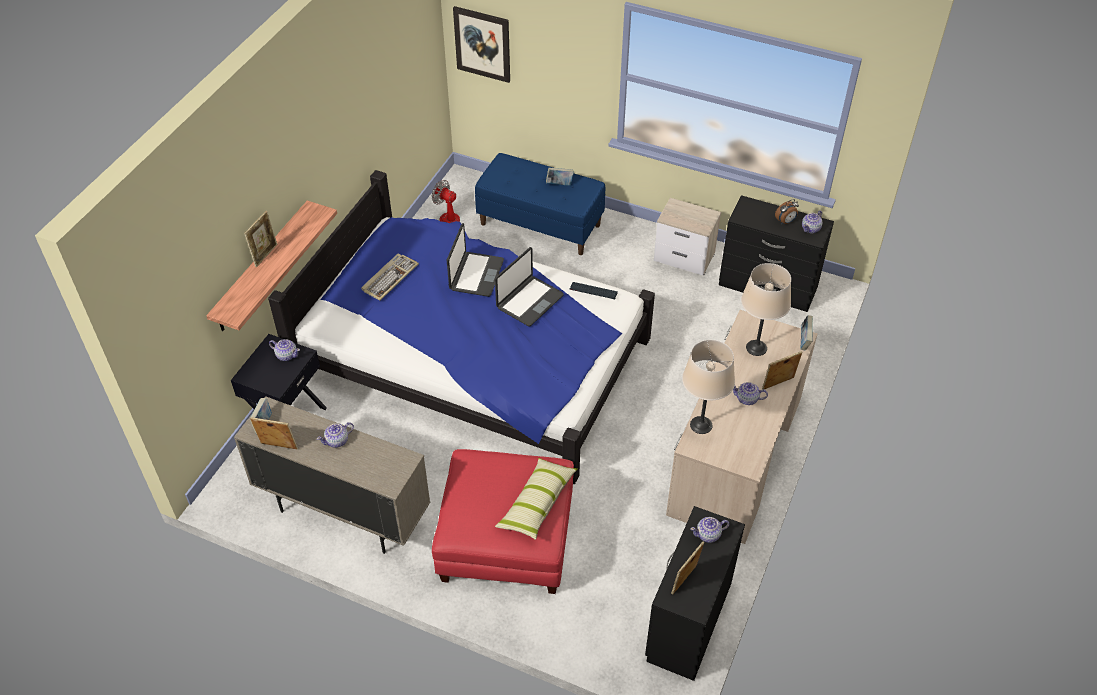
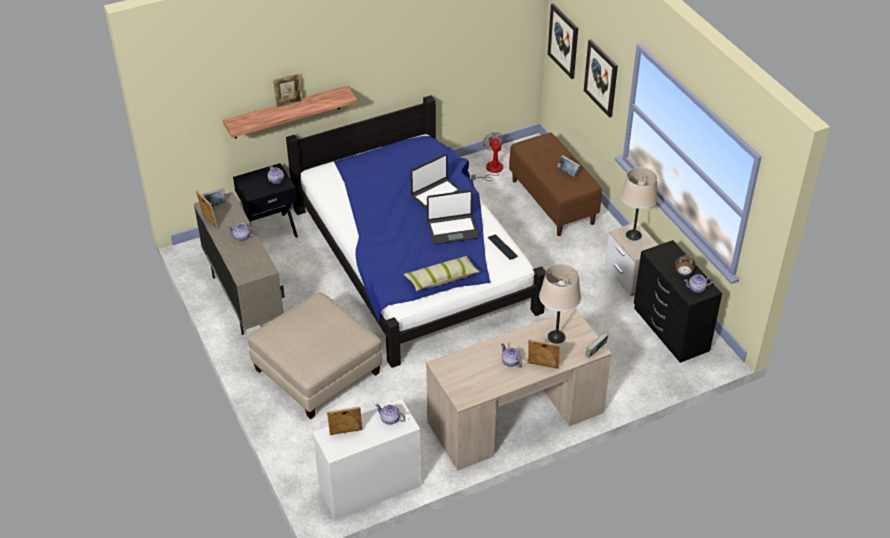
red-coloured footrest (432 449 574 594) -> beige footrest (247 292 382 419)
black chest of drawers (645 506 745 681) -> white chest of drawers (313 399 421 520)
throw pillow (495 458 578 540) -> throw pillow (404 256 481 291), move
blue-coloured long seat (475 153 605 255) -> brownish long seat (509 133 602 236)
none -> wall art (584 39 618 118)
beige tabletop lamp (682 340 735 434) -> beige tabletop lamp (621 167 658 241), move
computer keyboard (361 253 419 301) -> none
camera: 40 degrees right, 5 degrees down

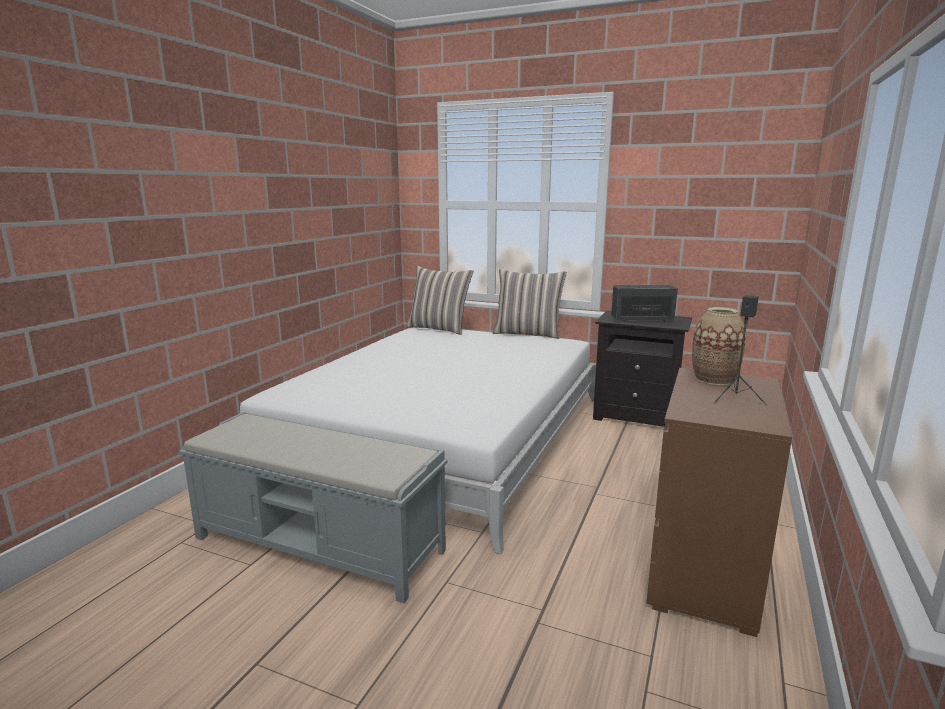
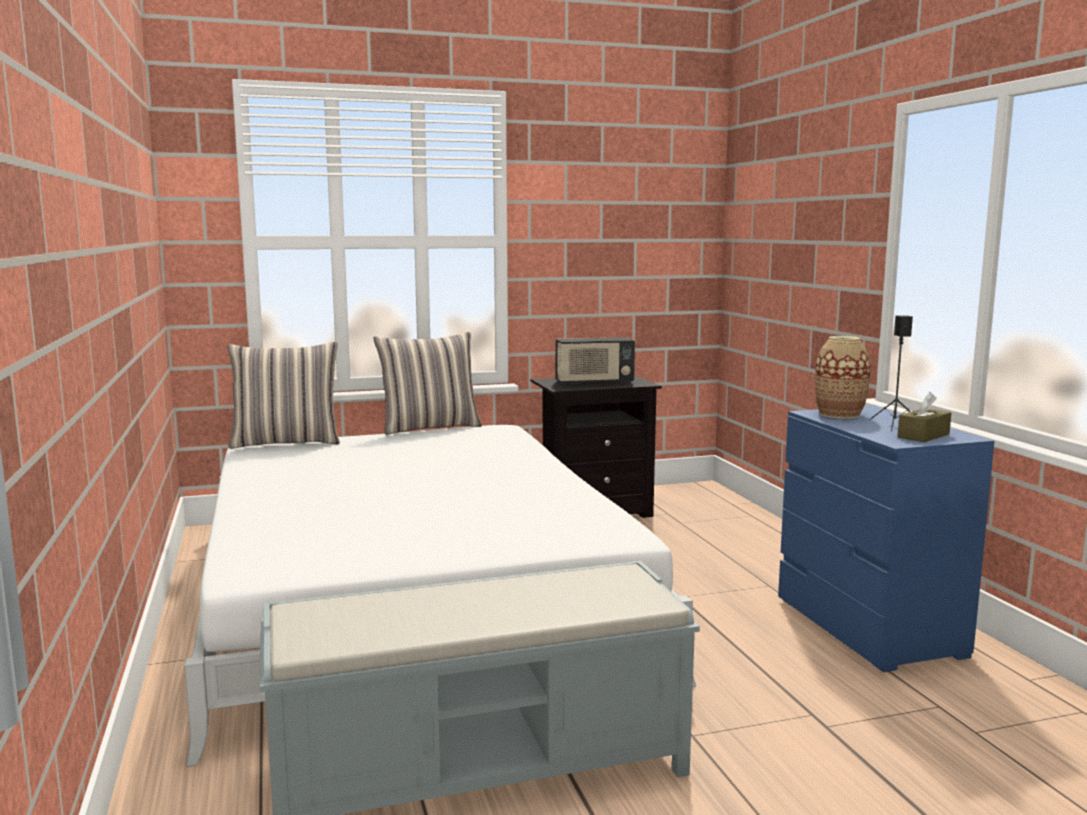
radio receiver (611 285 678 322) -> radio receiver (556 337 635 385), 150 degrees counterclockwise
brownish chest of drawers (646 368 792 637) -> blue-coloured chest of drawers (778 406 994 672)
none -> brownish box of tissues (897 392 951 442)
camera: 40 degrees left, 5 degrees down

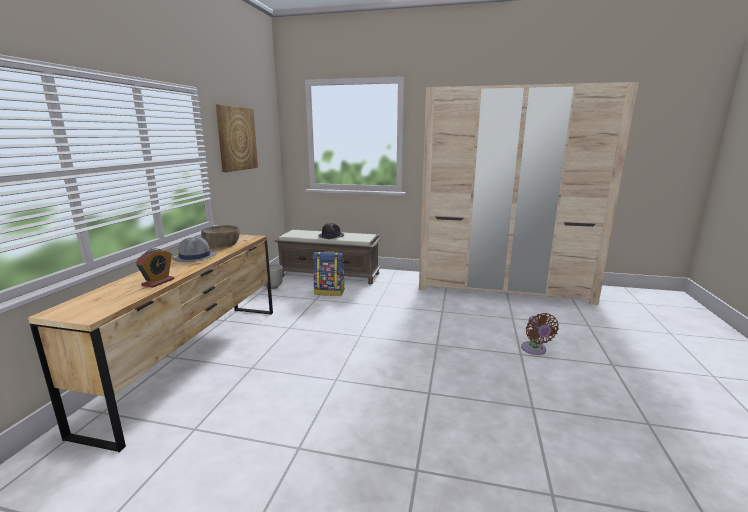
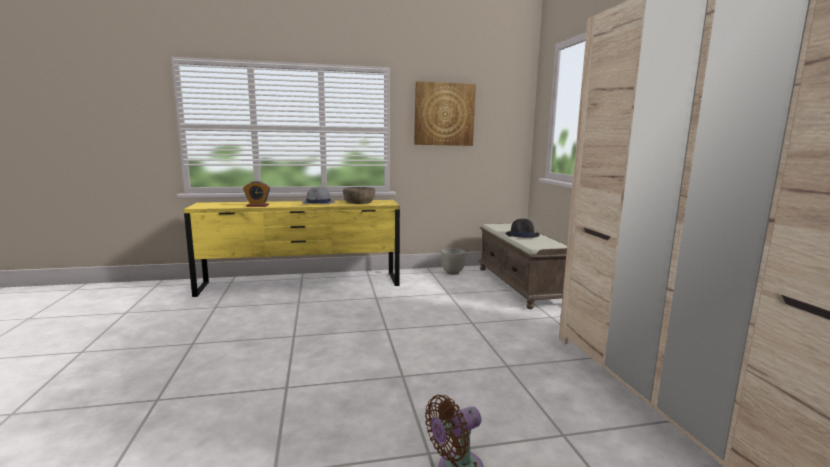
brownish chest of drawers (28 234 273 452) -> yellow-coloured chest of drawers (184 200 400 297)
knapsack (313 251 345 296) -> none
camera: 65 degrees right, 5 degrees down

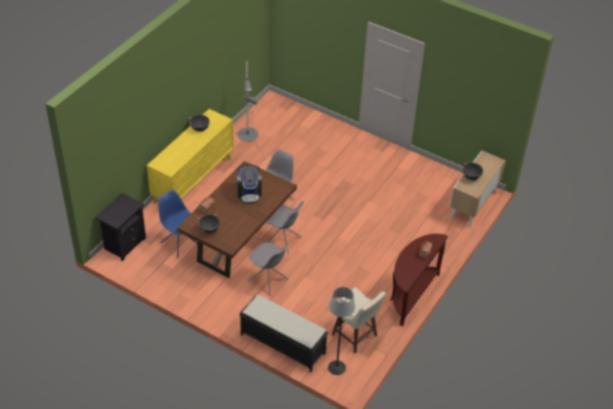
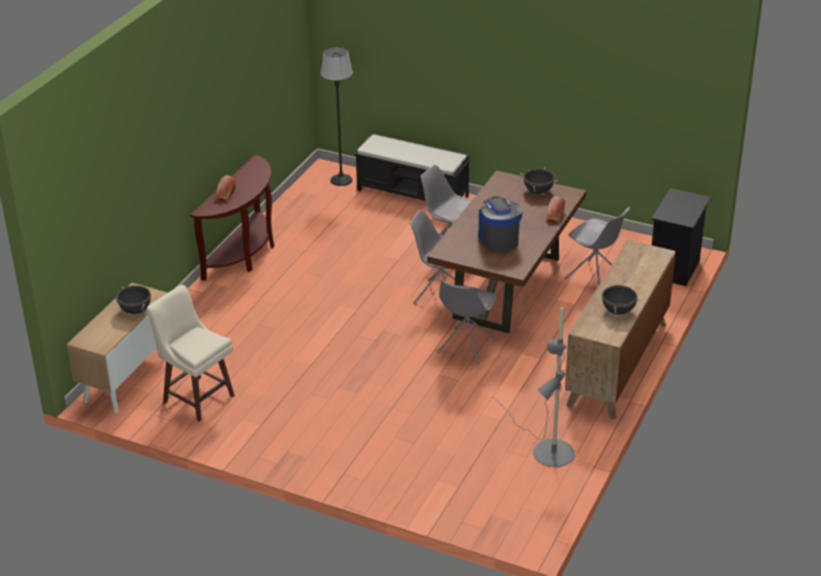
beige stool seat (332 287 386 353) -> beige stool seat (147 285 235 422), move
blue-coloured plain chair (158 190 198 258) -> gray plain chair (565 207 630 286)
yellow-coloured chest of drawers (147 109 234 204) -> brownish chest of drawers (565 240 676 420)
camera: 175 degrees right, 10 degrees down

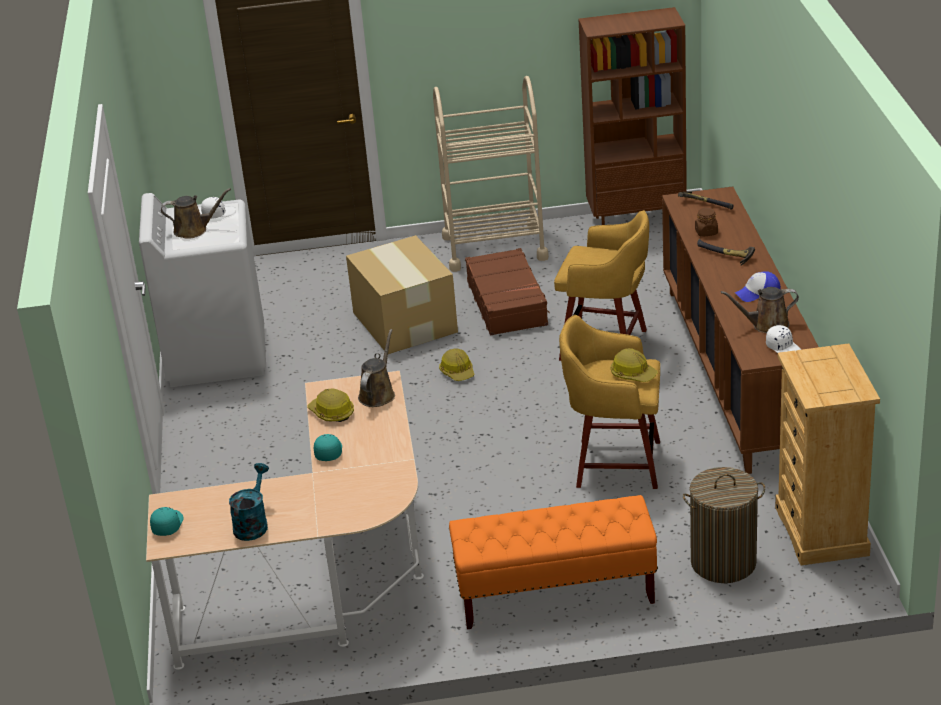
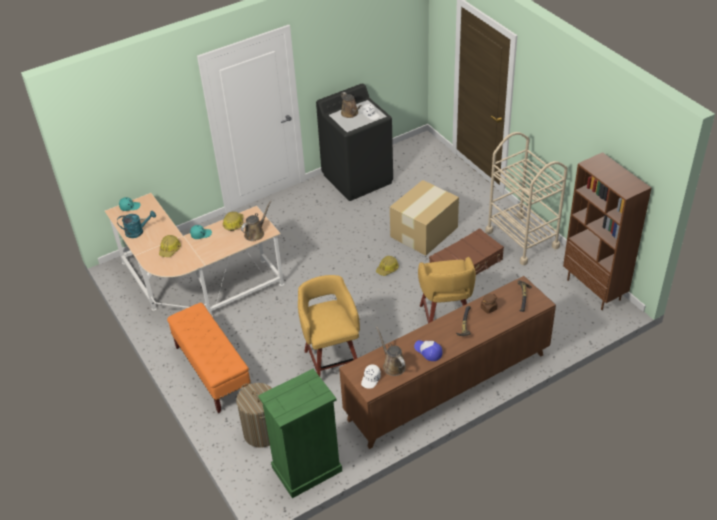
work helmet (611 348 658 382) -> work helmet (159 235 181 257), move
brownish sprinkling can (358 329 395 407) -> brownish sprinkling can (241 201 272 241), 45 degrees counterclockwise
beige chest of drawers (775 343 880 566) -> greenish chest of drawers (258 369 342 498)
white laundry machine (139 193 266 387) -> black laundry machine (316 84 393 201)
camera: 65 degrees right, 10 degrees up

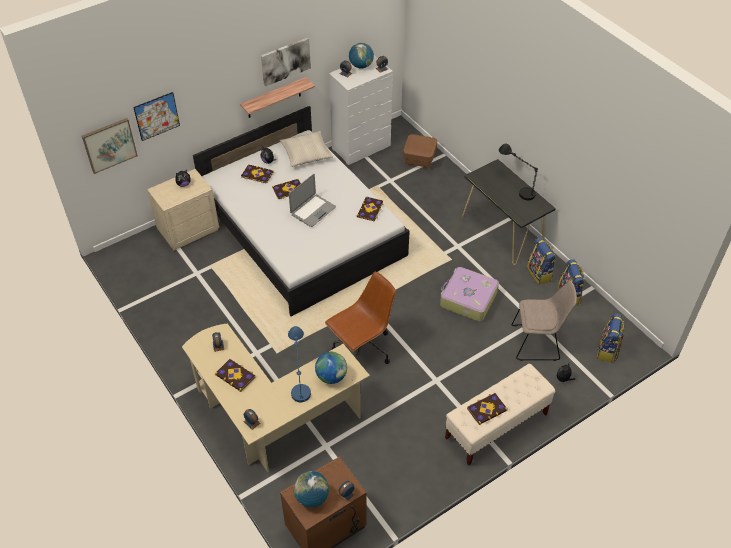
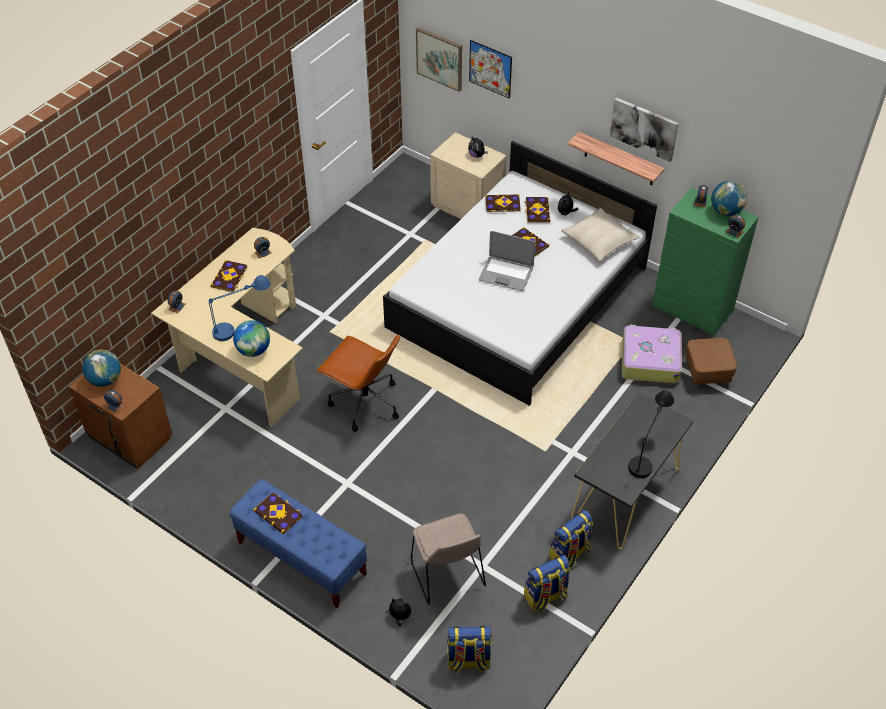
beige long seat (445 364 555 466) -> blue-coloured long seat (229 479 367 608)
bound book (357 197 383 221) -> bound book (485 194 521 212), move
piece of luggage (440 267 499 322) -> piece of luggage (622 325 682 383), move
white chest of drawers (329 55 393 165) -> greenish chest of drawers (652 188 759 335)
camera: 70 degrees right, 0 degrees up

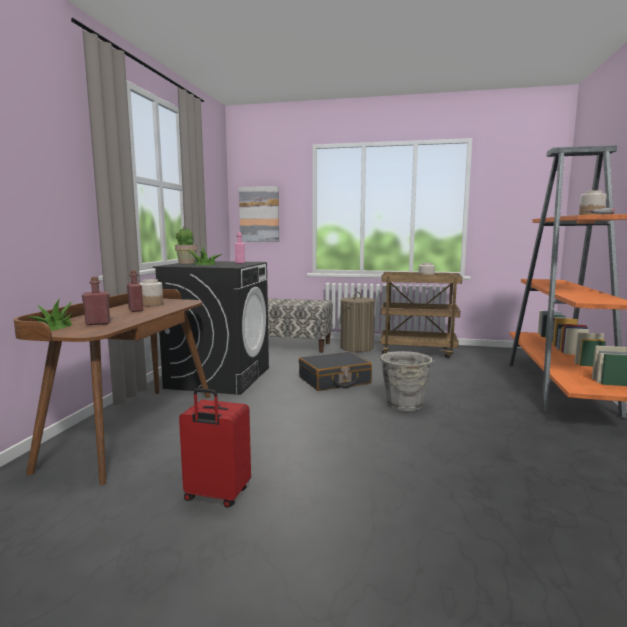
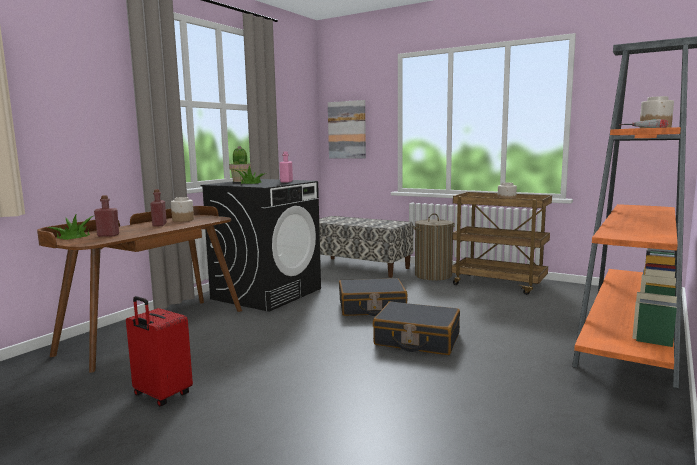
gray pail (379 351 435 411) -> black piece of luggage (373 301 460 355)
camera: 20 degrees right, 0 degrees up

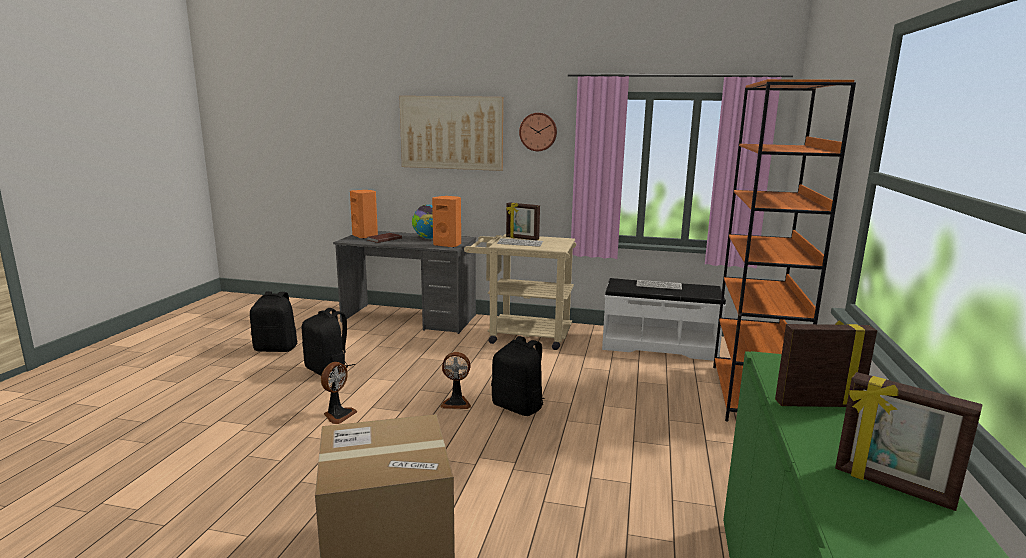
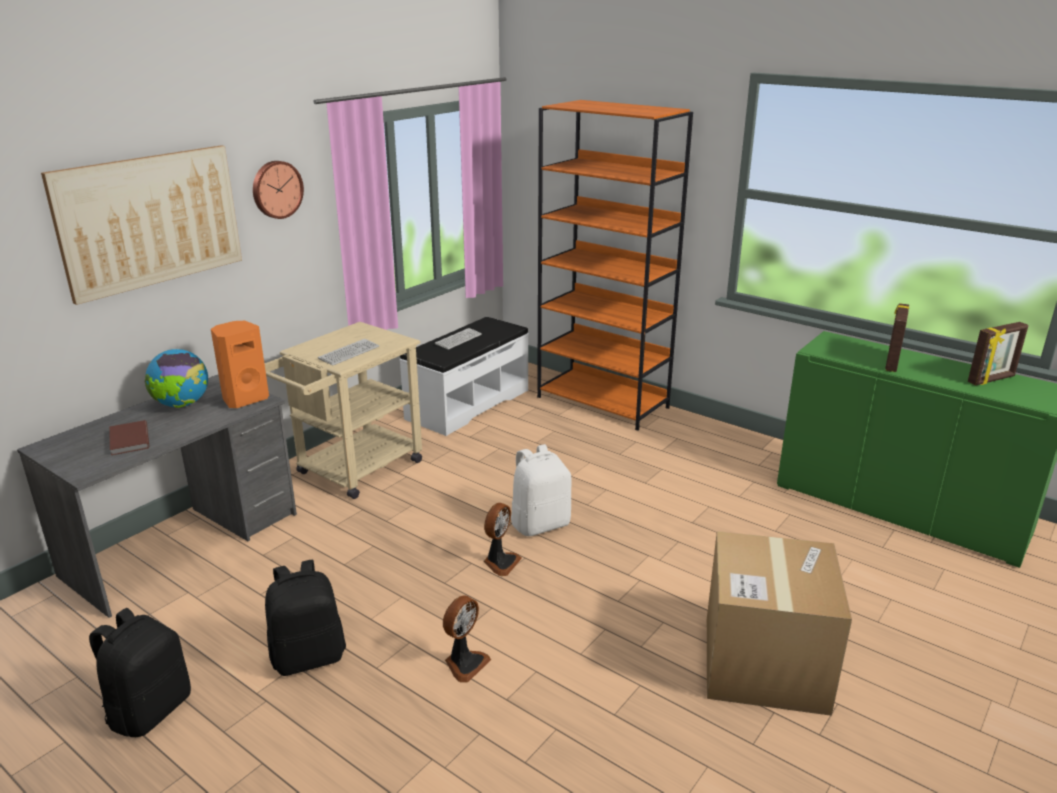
fan (321 362 357 424) -> fan (443 595 491 683), 75 degrees clockwise
black knapsack (491 336 545 416) -> white knapsack (511 444 572 536)
orange-coloured loudspeaker (350 190 378 239) -> none
photo frame (506 202 540 241) -> none
camera: 65 degrees left, 10 degrees up

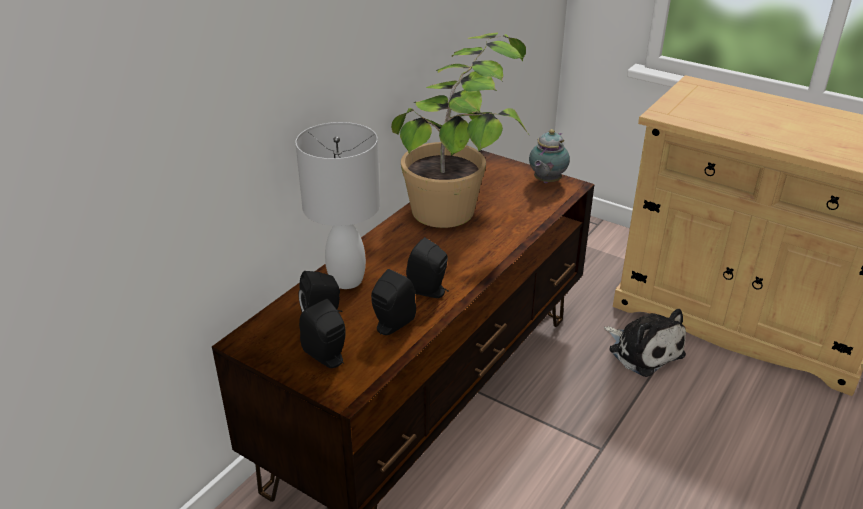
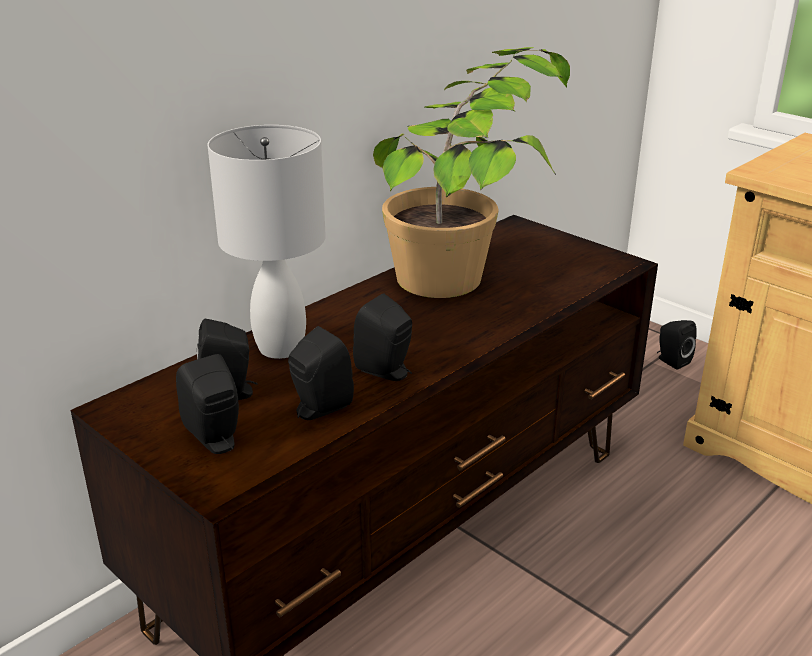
none -> black loudspeaker (657 320 697 370)
pot for tea (529 129 570 183) -> none
cuddly toy (604 309 686 377) -> none
camera: 10 degrees right, 5 degrees down

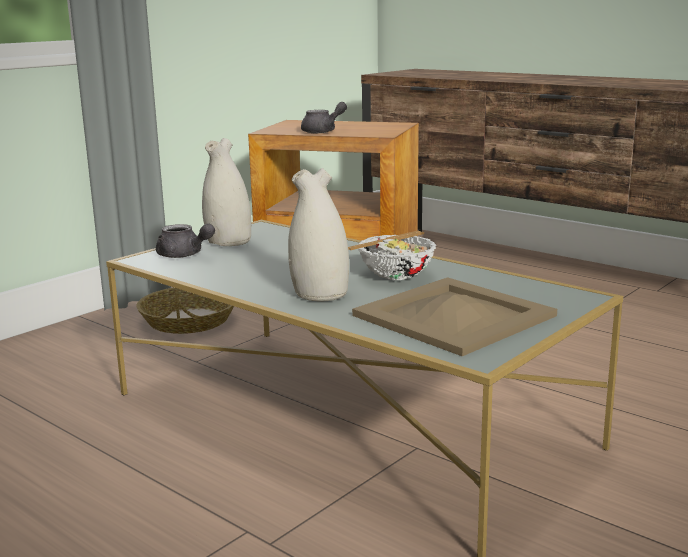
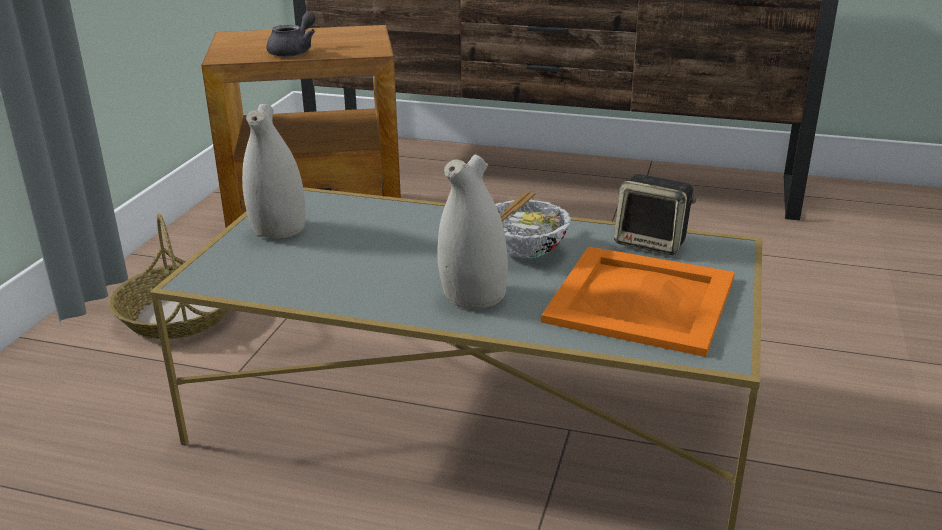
beige serving tray (352 277 557 356) -> orange-coloured serving tray (541 246 735 357)
none -> loudspeaker (614 174 696 255)
gray pot for tea (156 223 215 258) -> none
camera: 25 degrees left, 10 degrees up

